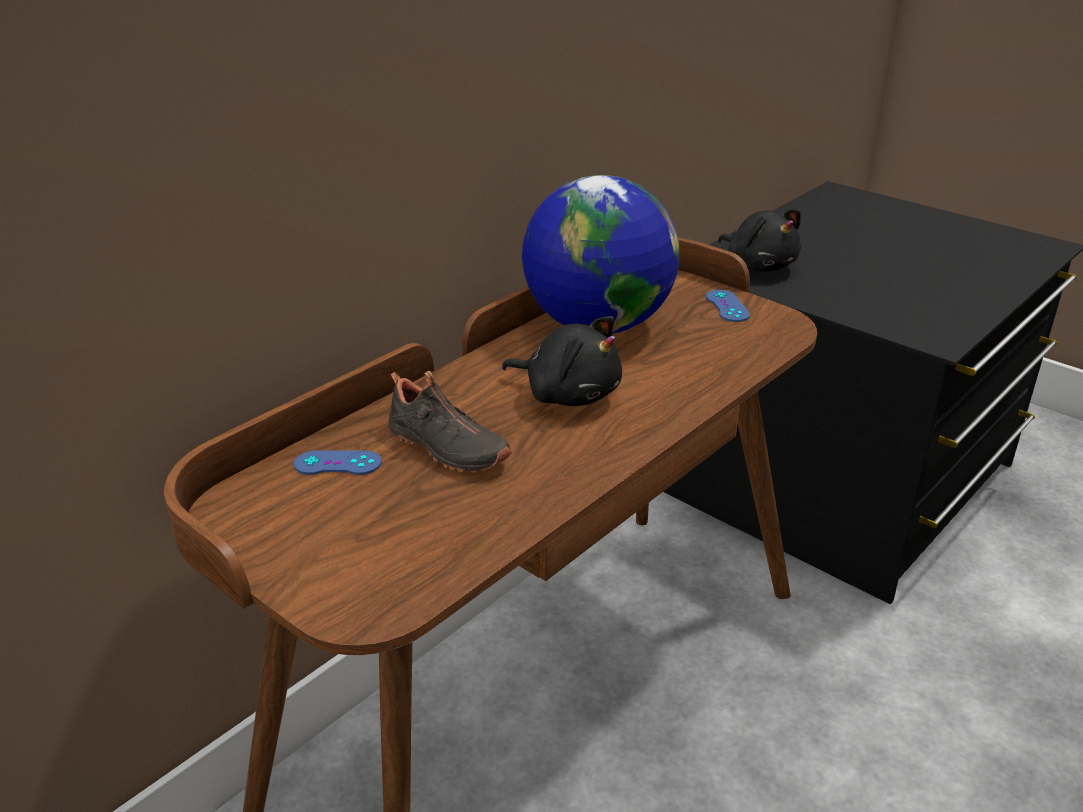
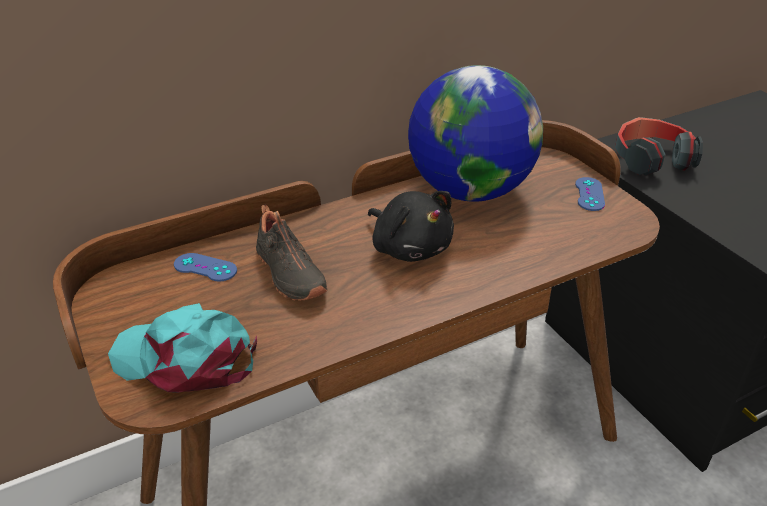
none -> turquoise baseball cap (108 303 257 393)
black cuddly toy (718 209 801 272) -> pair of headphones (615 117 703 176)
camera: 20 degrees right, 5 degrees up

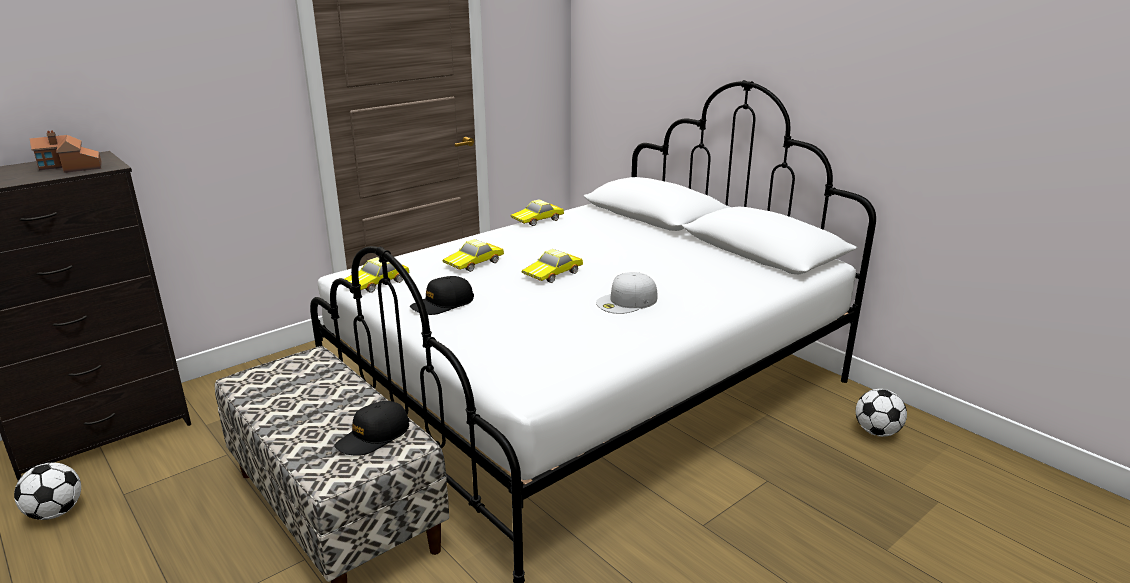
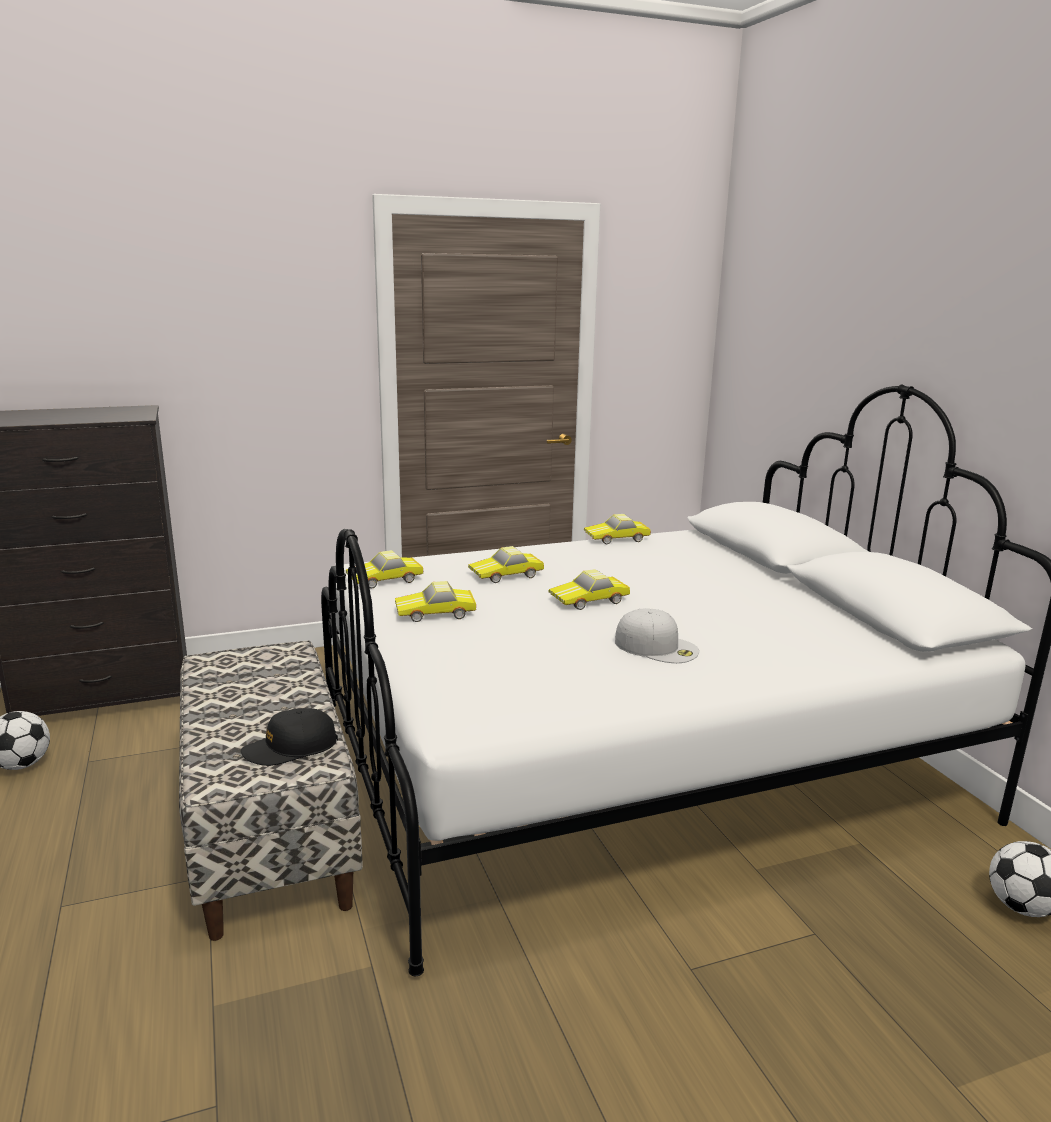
black baseball cap (410 276 474 315) -> model car (395 581 476 622)
white baseball cap (596 272 657 314) -> white baseball cap (615 608 699 663), 135 degrees counterclockwise
toy house (29 130 102 173) -> none
camera: 20 degrees right, 5 degrees down

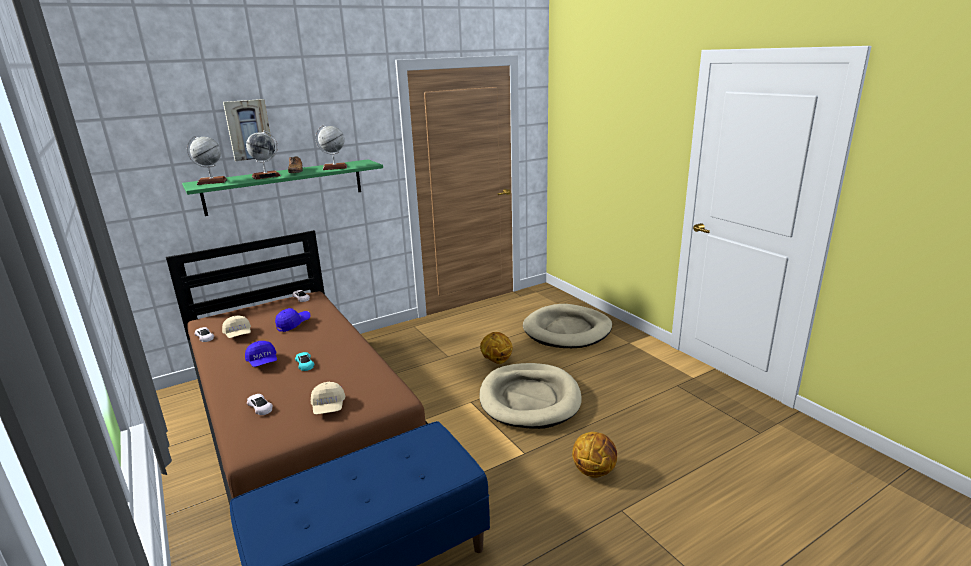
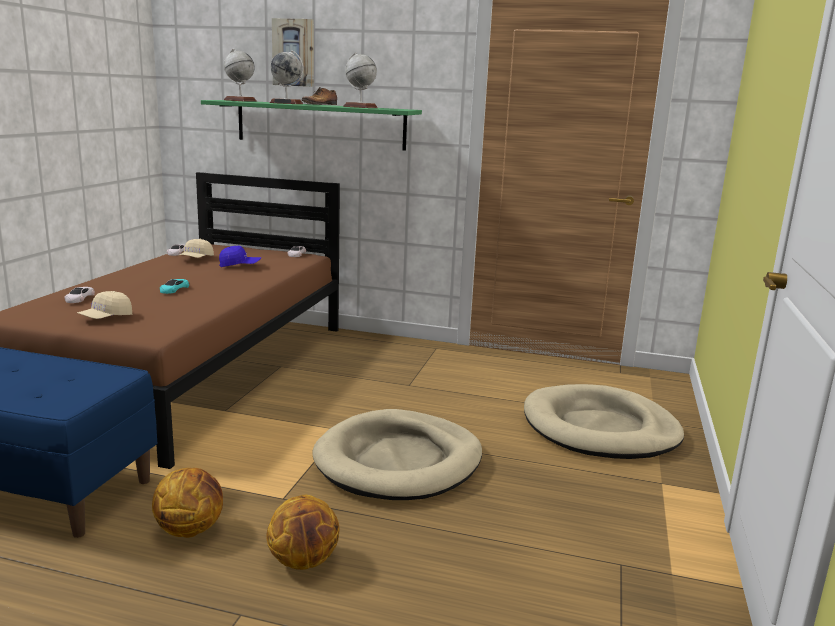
basketball (480 332 513 364) -> basketball (152 468 223 538), move
blue-coloured baseball cap (245 341 277 367) -> none
camera: 45 degrees right, 5 degrees down

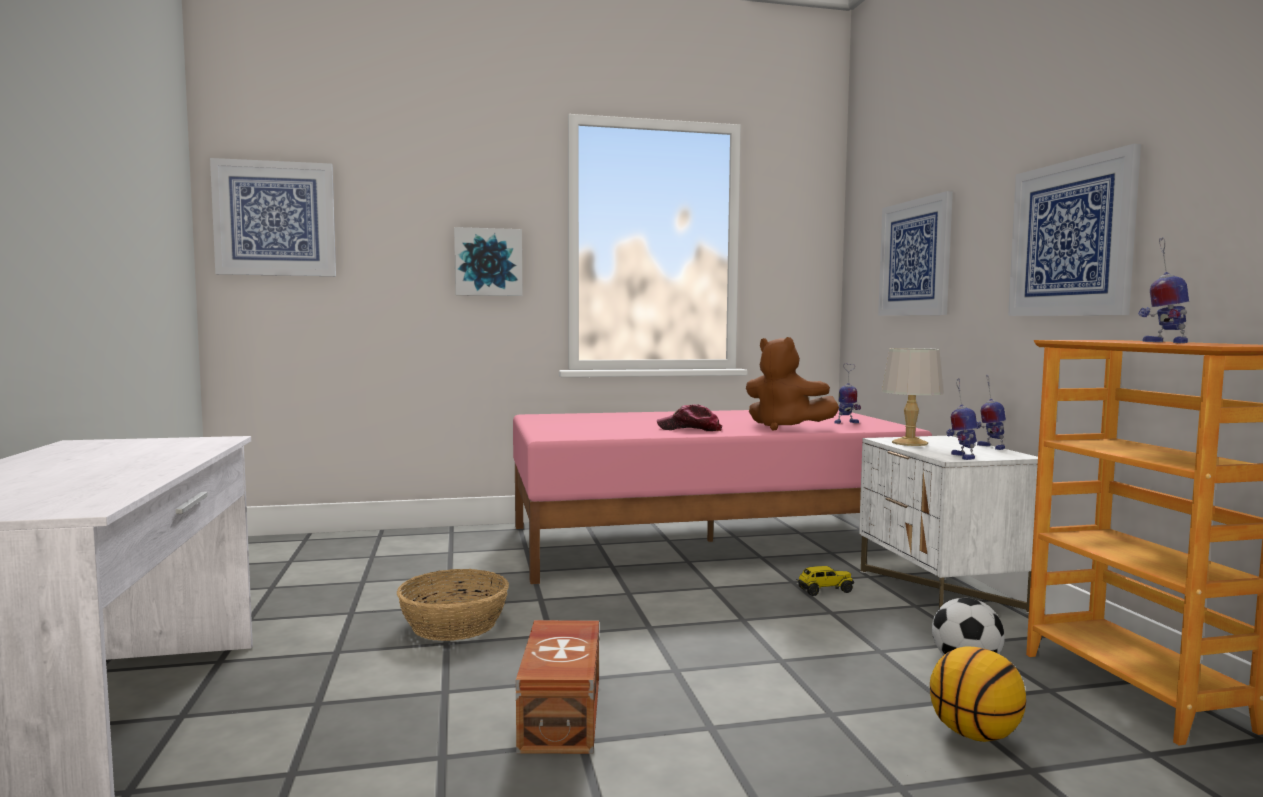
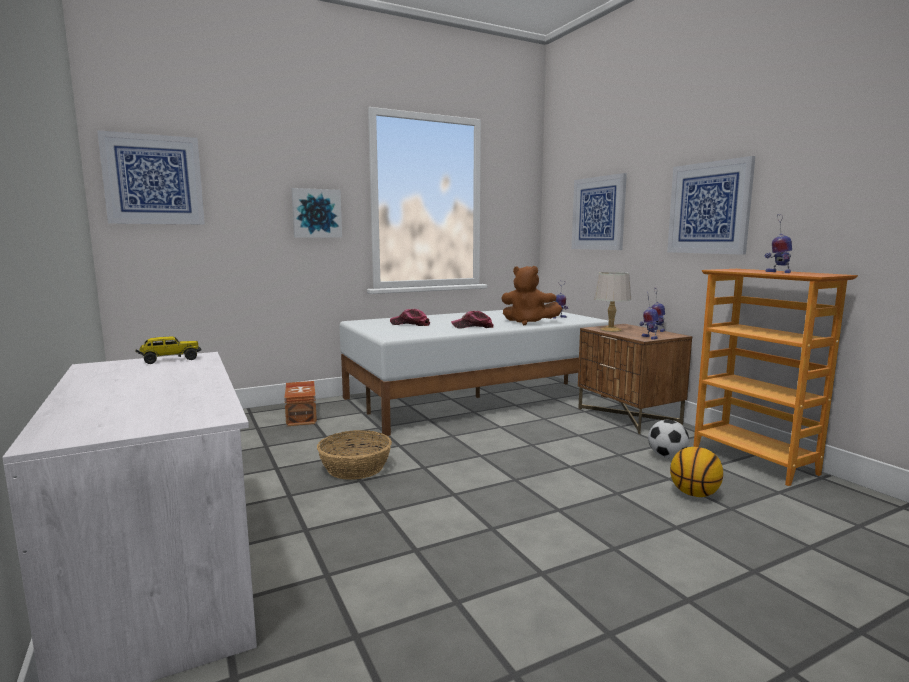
model truck (796 566 854 596) -> model truck (135 336 202 364), move
brownish storage bin (516 620 599 754) -> brownish storage bin (284 381 317 427), move
pink-coloured sleeping bed (513 409 932 584) -> white sleeping bed (340 310 609 436)
none -> baseball cap (390 309 430 326)
white bedside table (859 436 1038 613) -> brownish bedside table (578 324 692 434)
camera: 15 degrees left, 5 degrees up

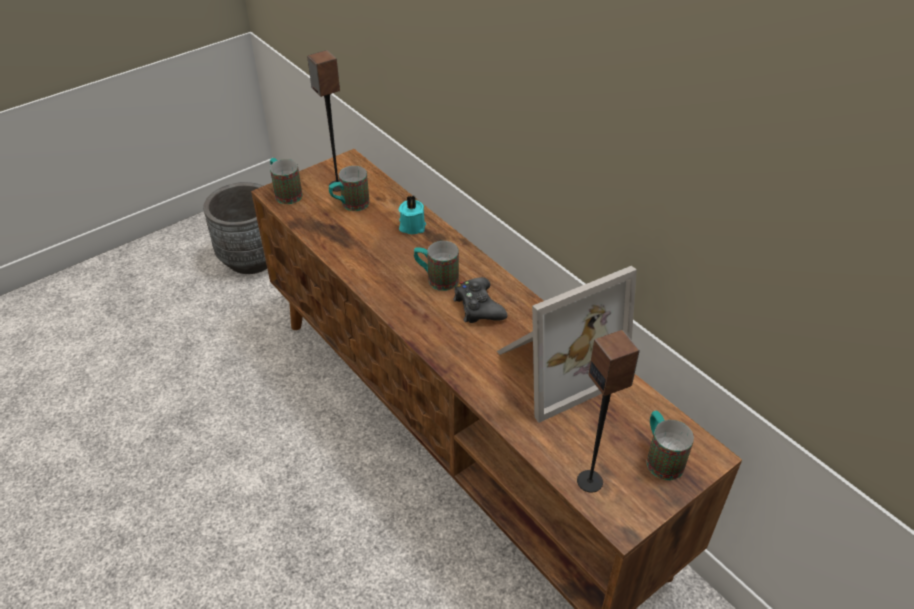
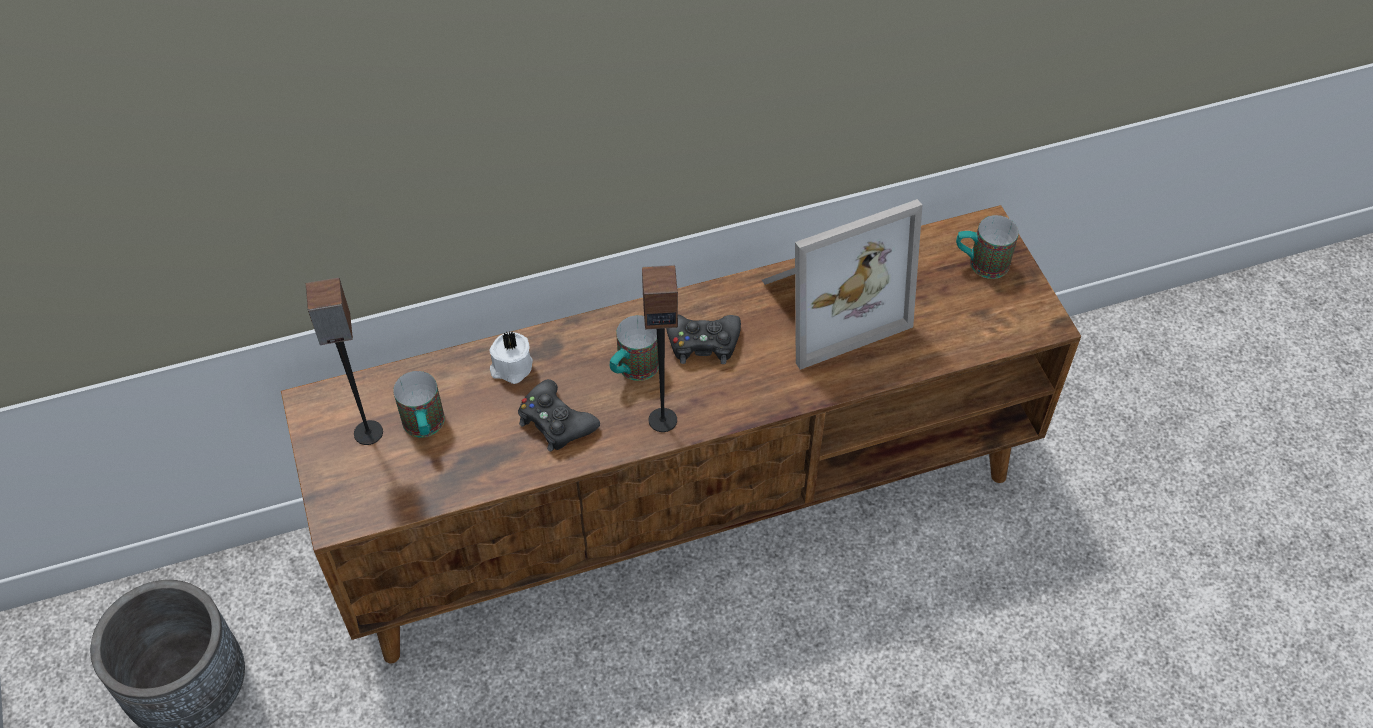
turquoise candle (399 196 426 234) -> white candle (489 331 533 384)
none -> black game controller (518 379 600 452)
loudspeaker (577 330 640 492) -> loudspeaker (642 265 678 432), move
photo frame (497 266 637 423) -> photo frame (762 199 922 370), 75 degrees clockwise
tea mug (270 158 302 204) -> none
camera: 70 degrees left, 10 degrees up

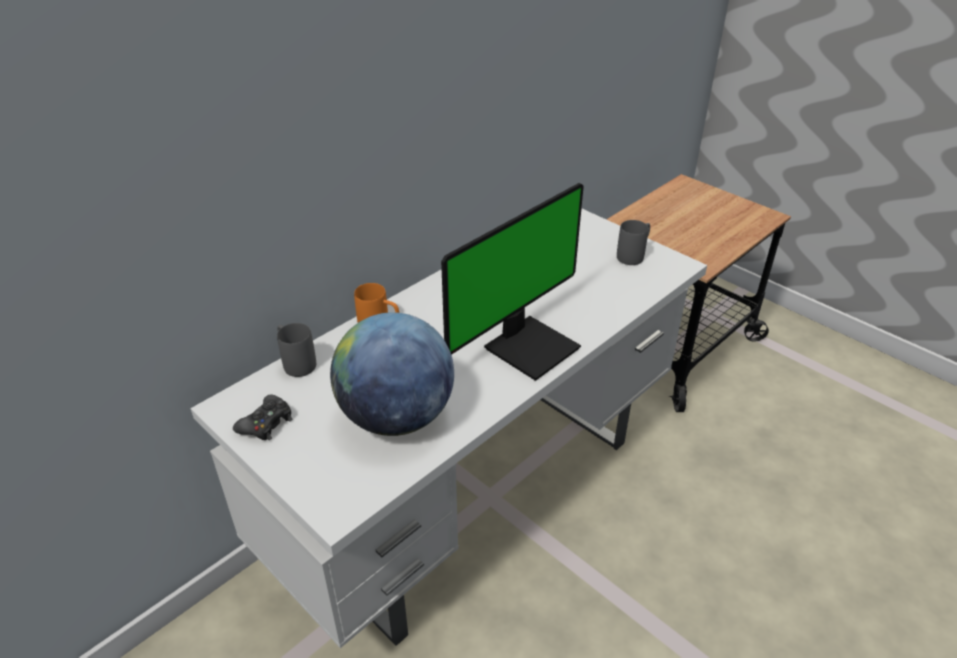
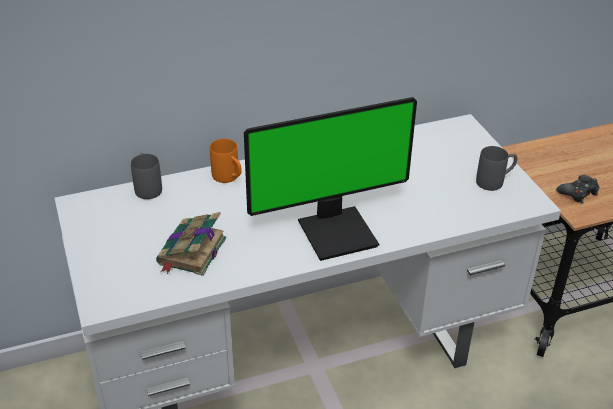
world globe (330 312 454 436) -> bound book (156 212 226 276)
black game controller (233 394 292 440) -> black game controller (556 175 600 203), move
camera: 25 degrees right, 0 degrees up

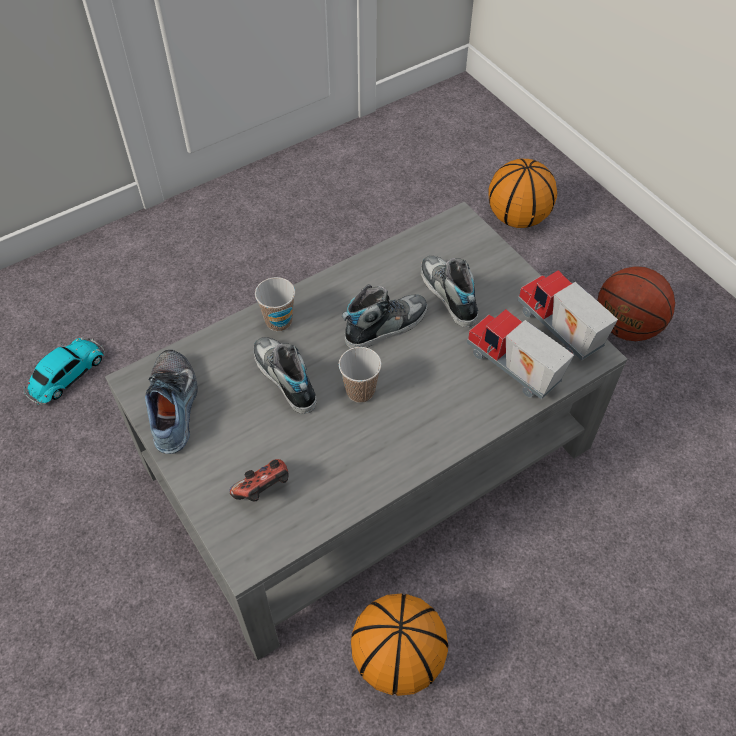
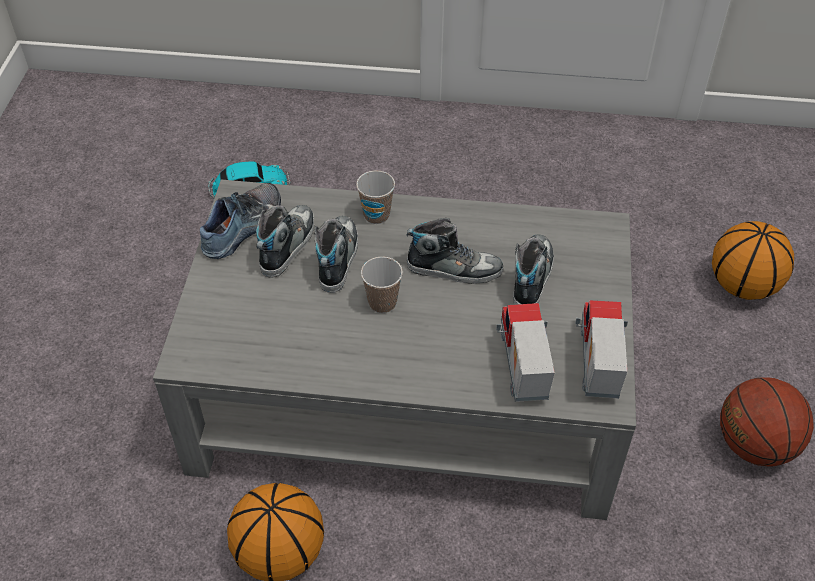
none -> item of footwear (256 205 314 278)
game controller (229 459 288 502) -> none
camera: 40 degrees right, 5 degrees down

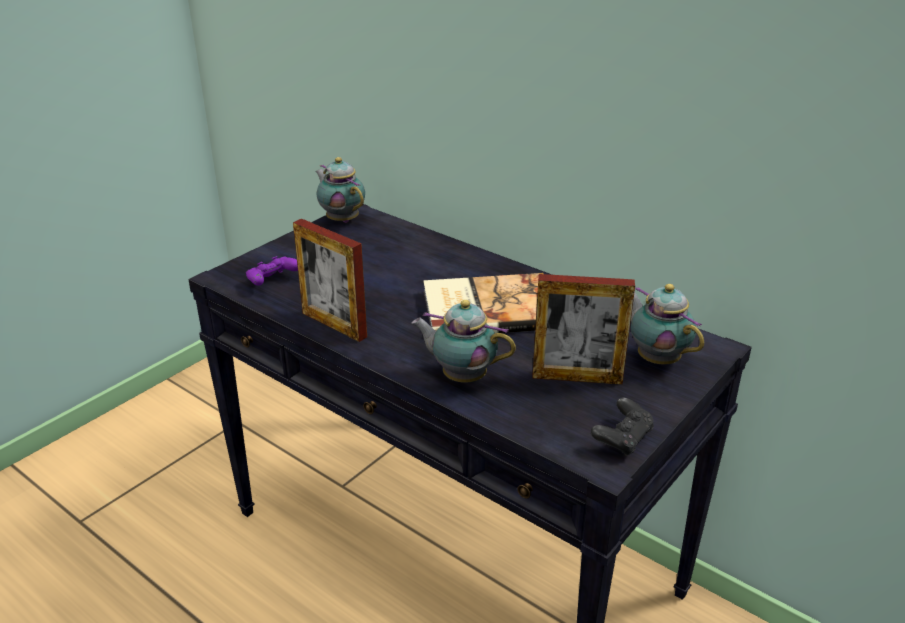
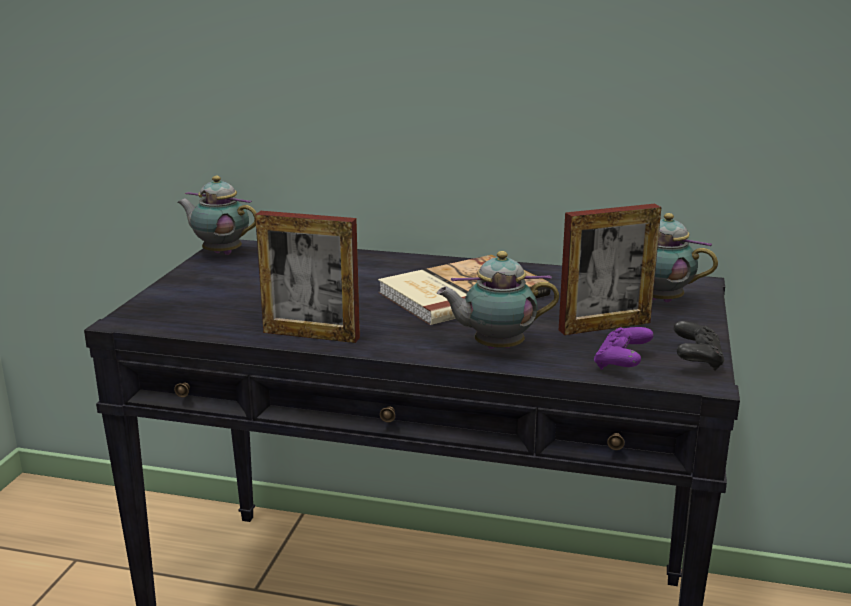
purple-coloured game controller (246 256 298 286) -> purple-coloured game controller (594 327 653 370), move
camera: 25 degrees left, 10 degrees down

